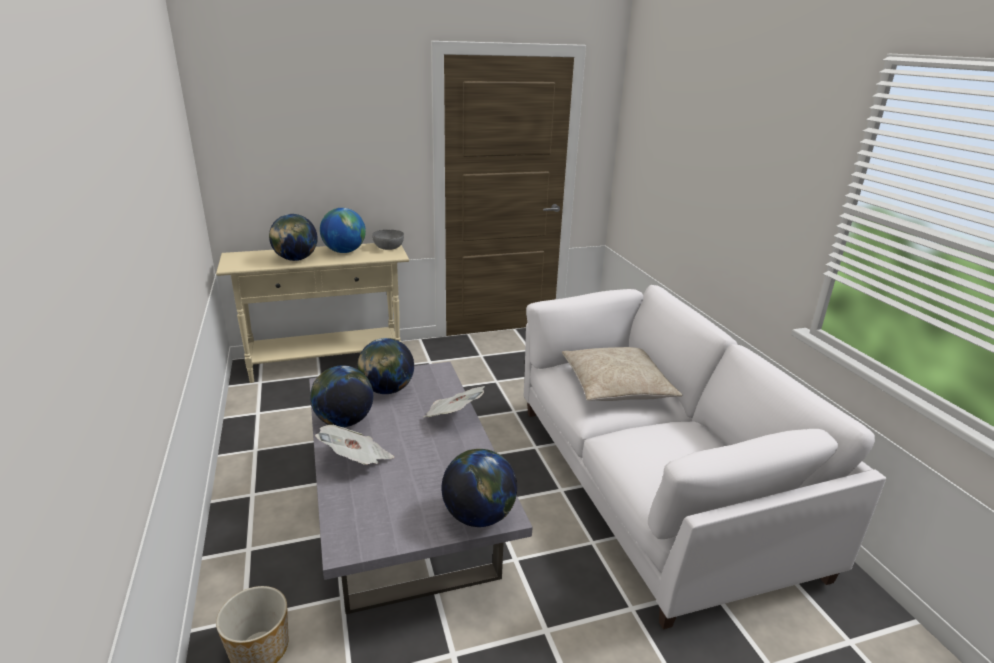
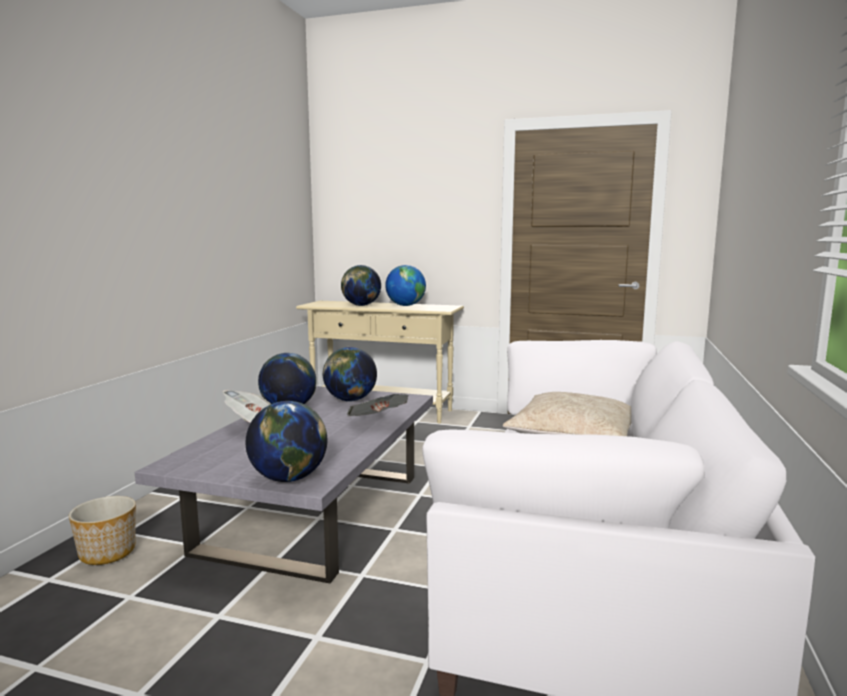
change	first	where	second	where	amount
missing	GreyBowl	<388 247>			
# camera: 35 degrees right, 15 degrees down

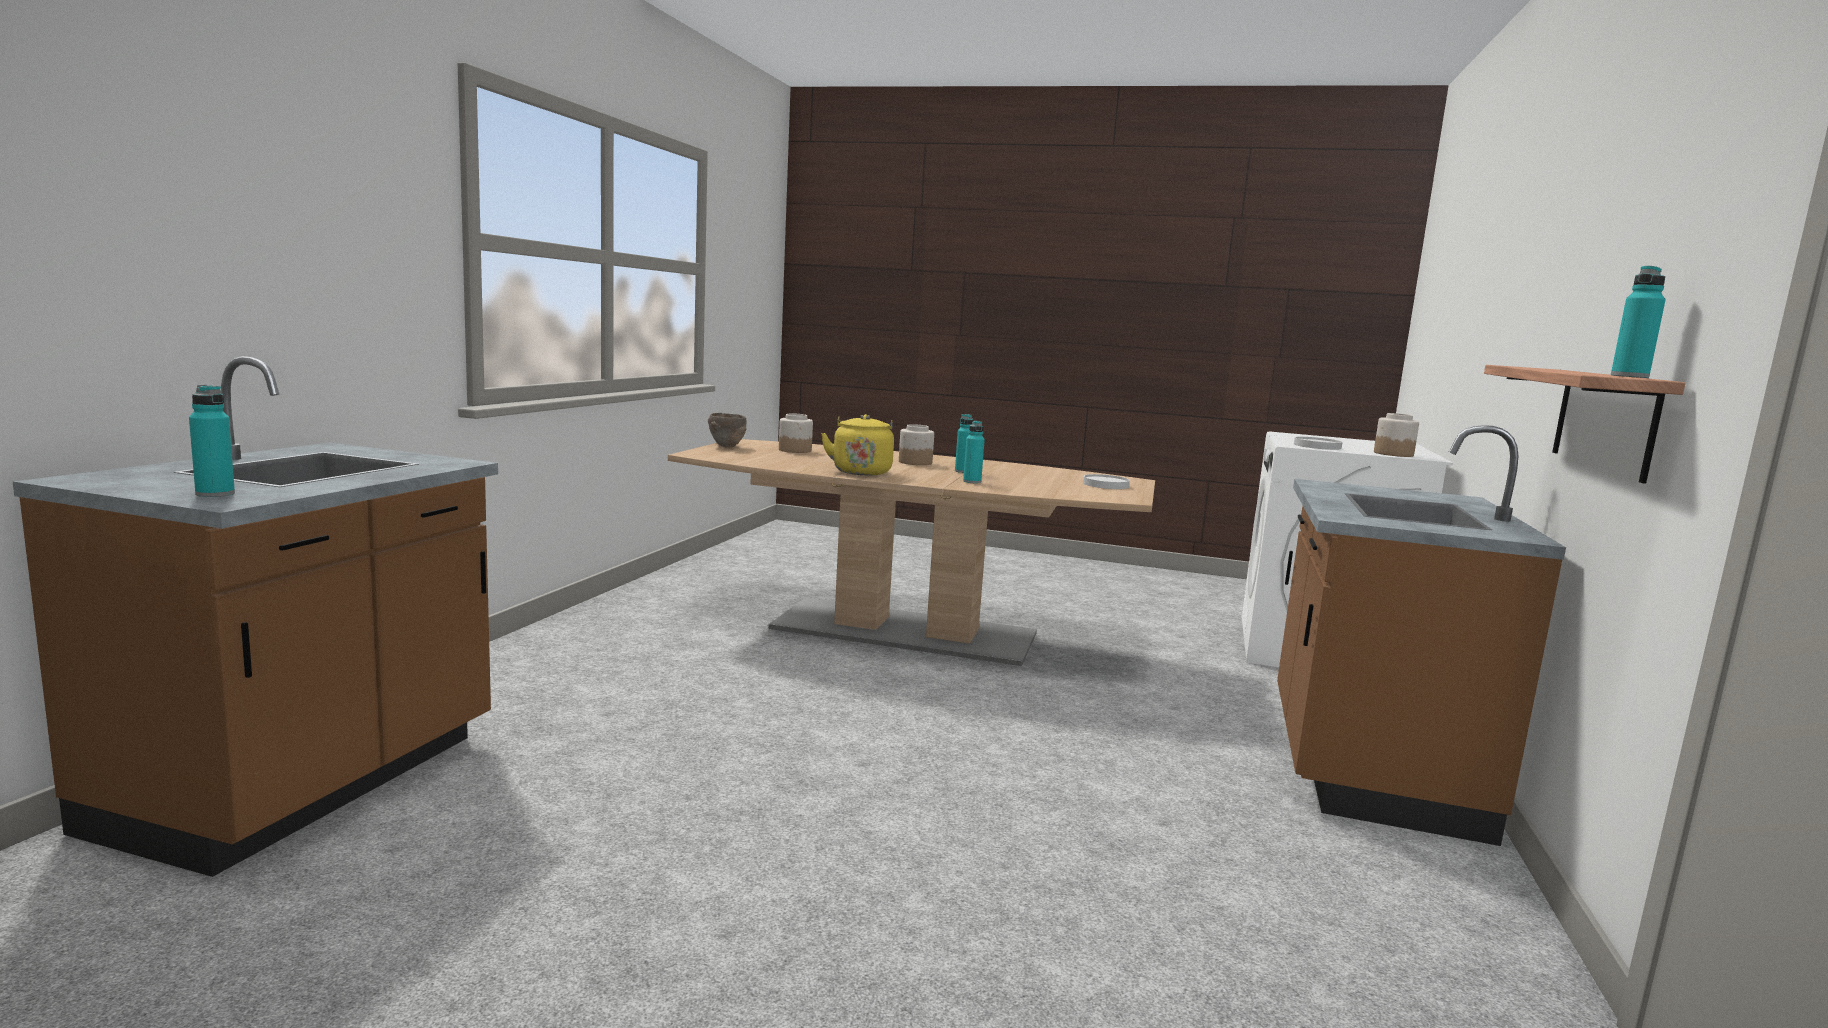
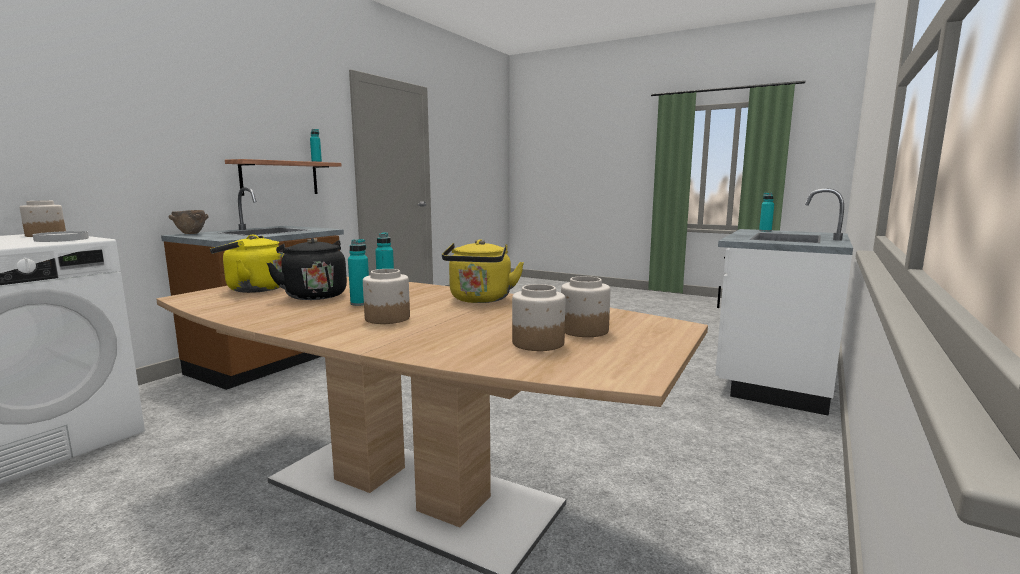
change	first	where	second	where	amount
colour	BrownCounter	<306 784>	WhiteCounter	<771 379>	
relocated	BrownBowl	<727 446>		<191 234>	
exchanged	WhitePlate	<1106 485>	YellowKettle	<253 289>	
appeared			BlackKettle	<314 295>	
appeared			Jar	<583 330>	
# camera: 165 degrees left, 0 degrees up

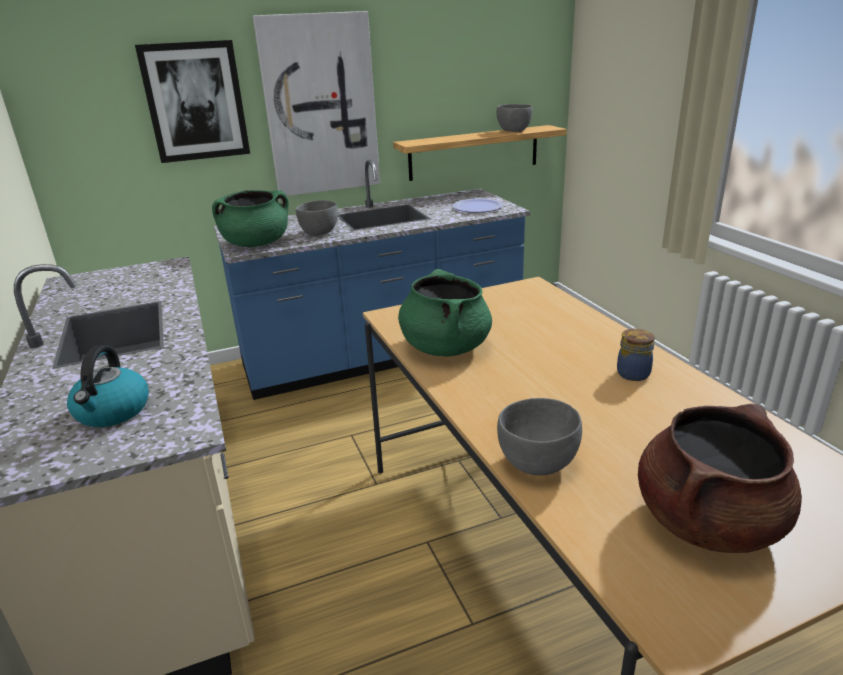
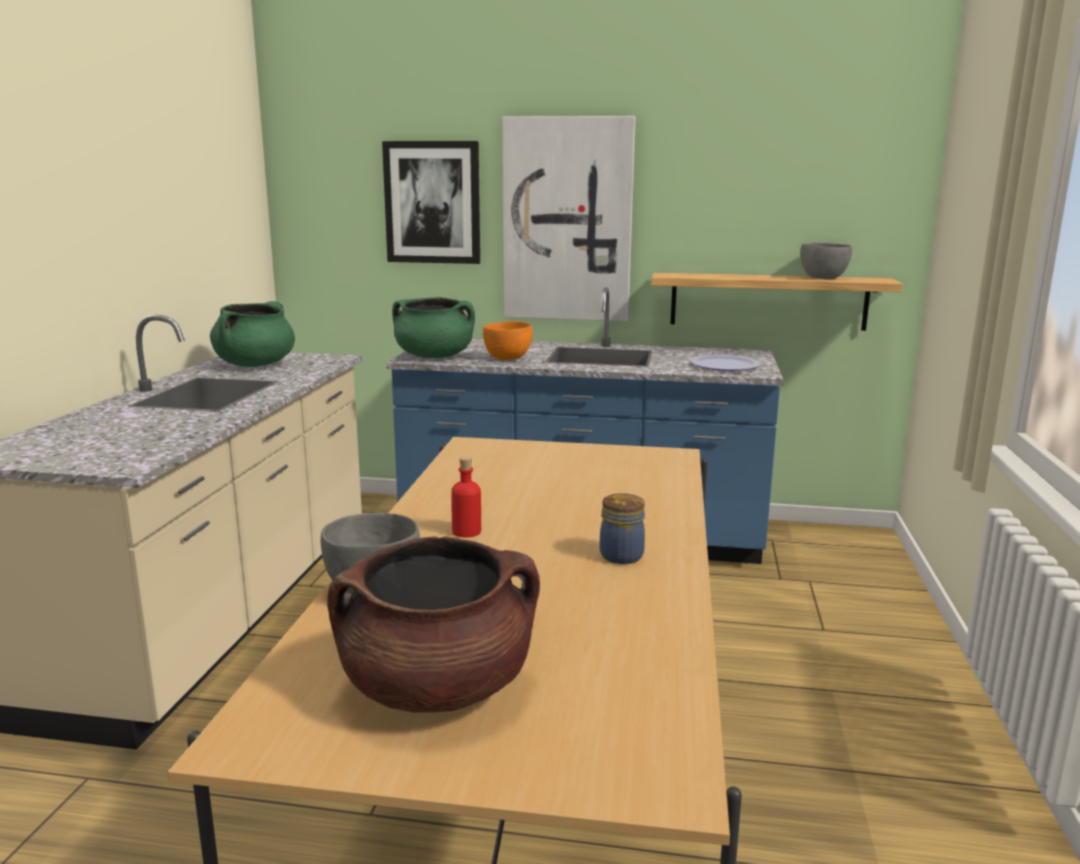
change	first	where	second	where	amount
colour	GreyBowl	<320 233>	OrangeBowl	<508 358>	
relocated	GreenCookingPot	<445 347>		<255 365>	
missing	Kettle	<113 412>			
appeared			RedBottle	<466 531>	
# camera: 30 degrees right, 10 degrees down

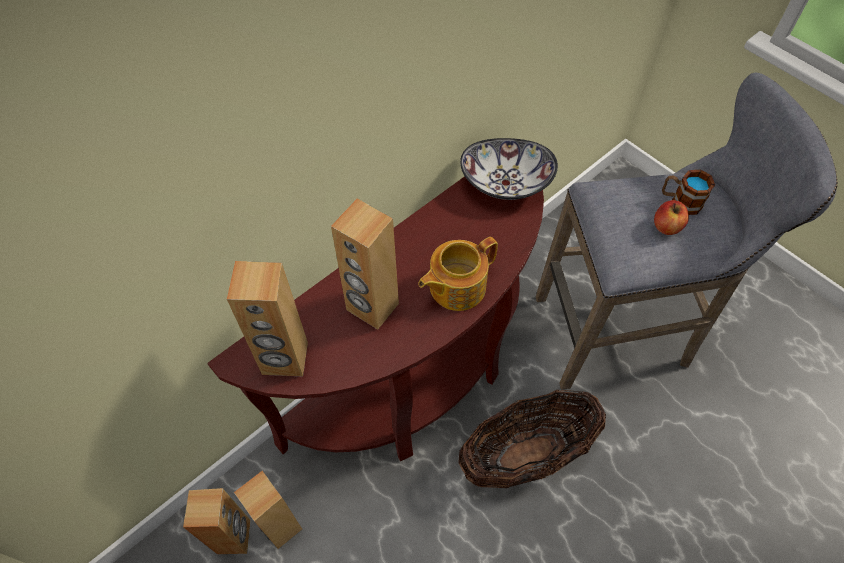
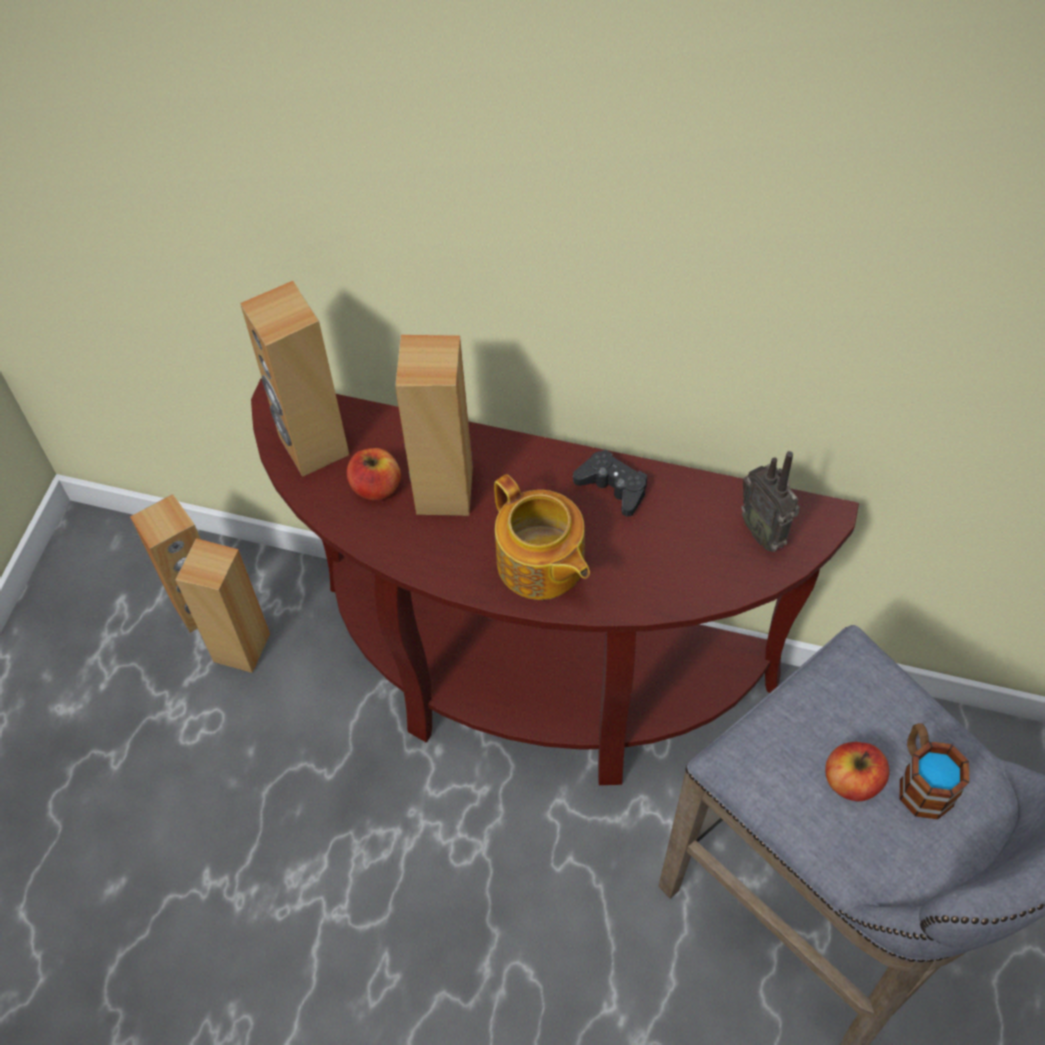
change	first	where	second	where	amount
exchanged	Bowl	<505 182>	Radio	<765 531>	
spun	Teapot	<455 286>		<541 564>	150 degrees counterclockwise
missing	Basket	<526 454>			
appeared			Apple	<376 486>	
appeared			BlackGameController	<613 487>	
# camera: 60 degrees right, 0 degrees up

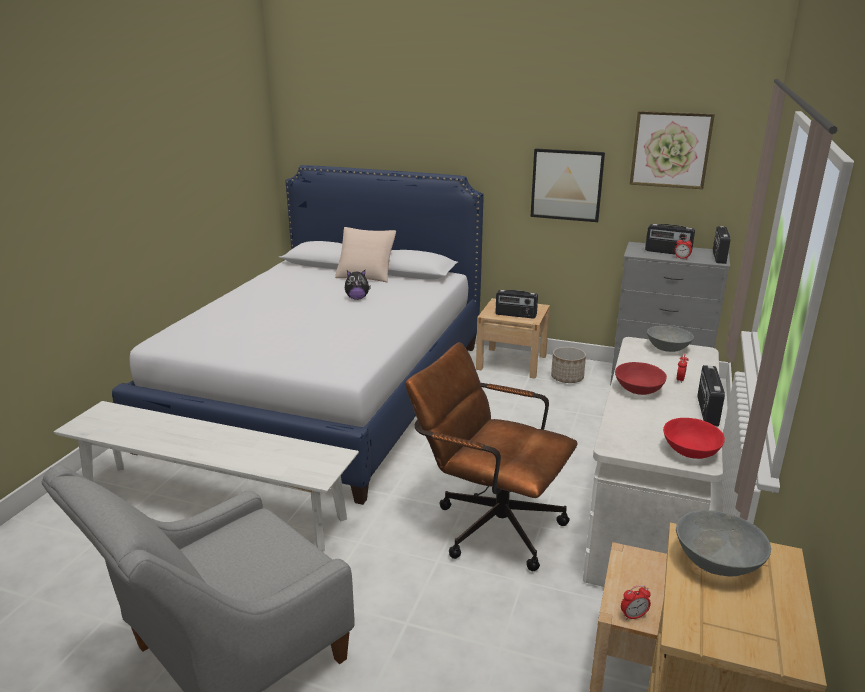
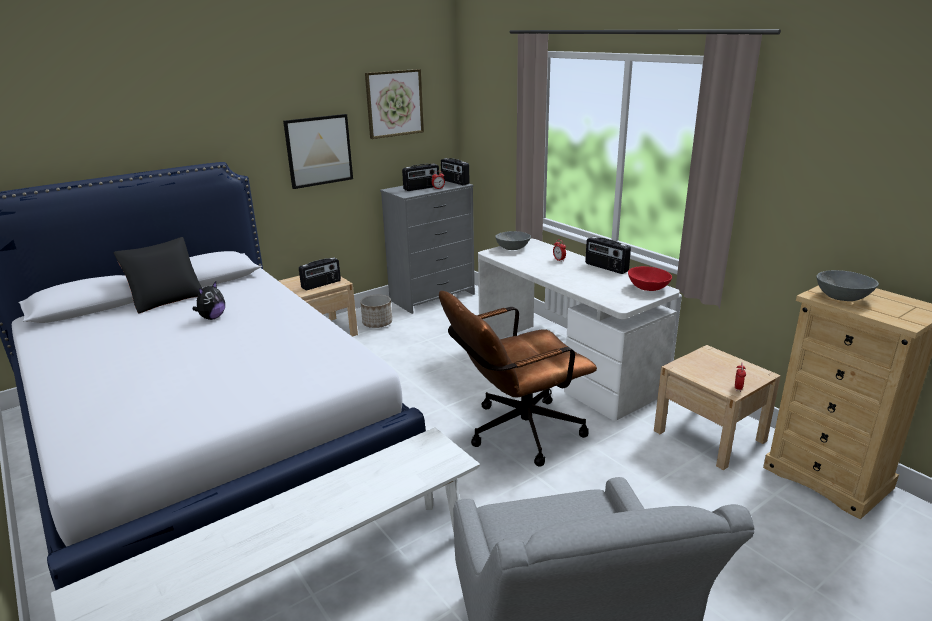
change	first	where	second	where	amount
colour	BeigePillow	<366 275>	BlackPillow	<167 298>	
missing	RedBowl	<638 389>			
# camera: 55 degrees left, 0 degrees up

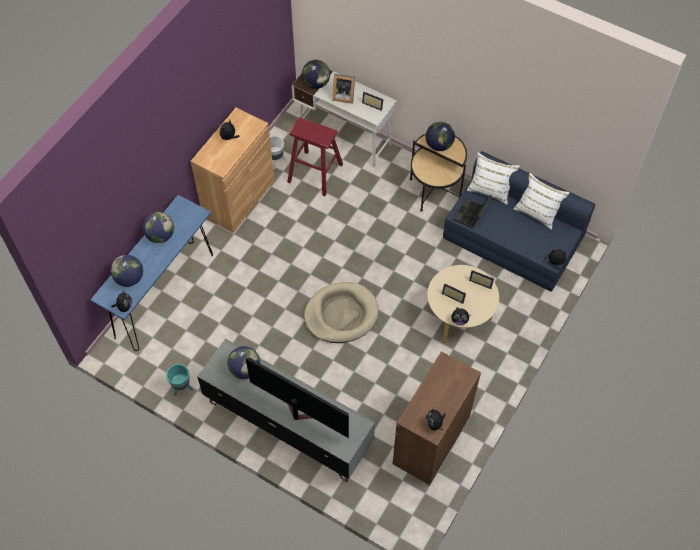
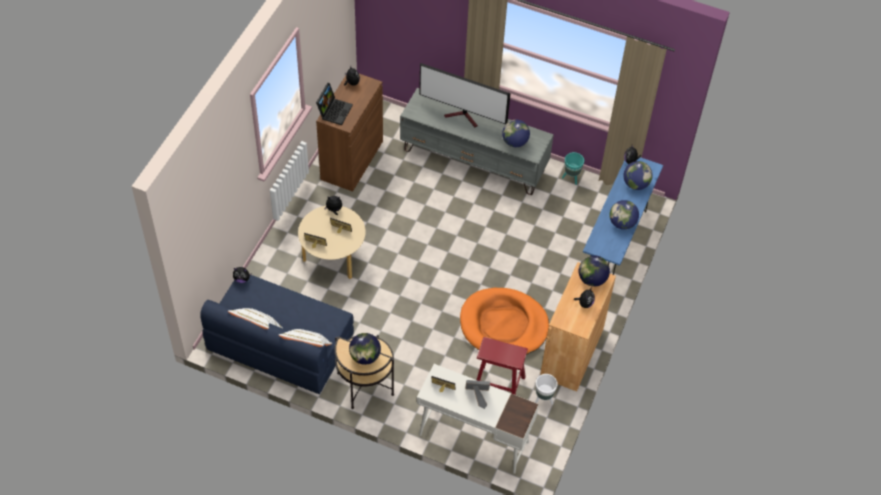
change	first	where	second	where	amount
relocated	Globe	<316 83>		<592 279>	
relocated	Laptop	<471 215>		<334 110>	
missing	BeigeDogBed	<341 314>			
appeared			OrangeDogBed	<503 325>	
# camera: 170 degrees right, 5 degrees down

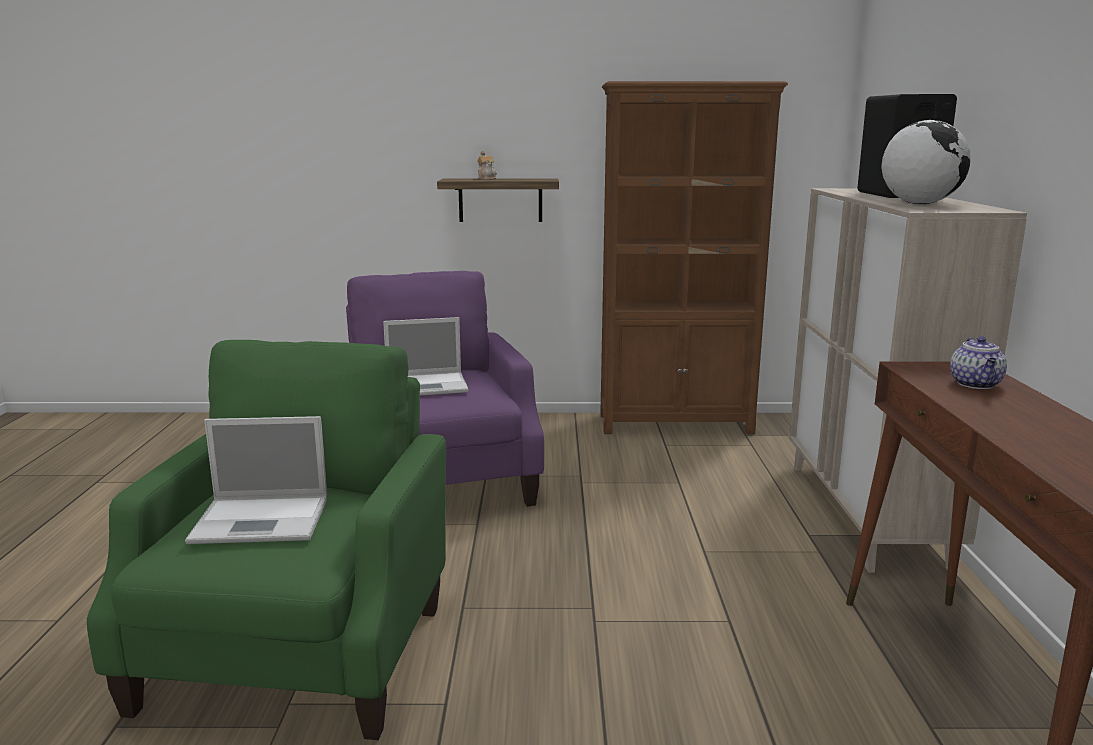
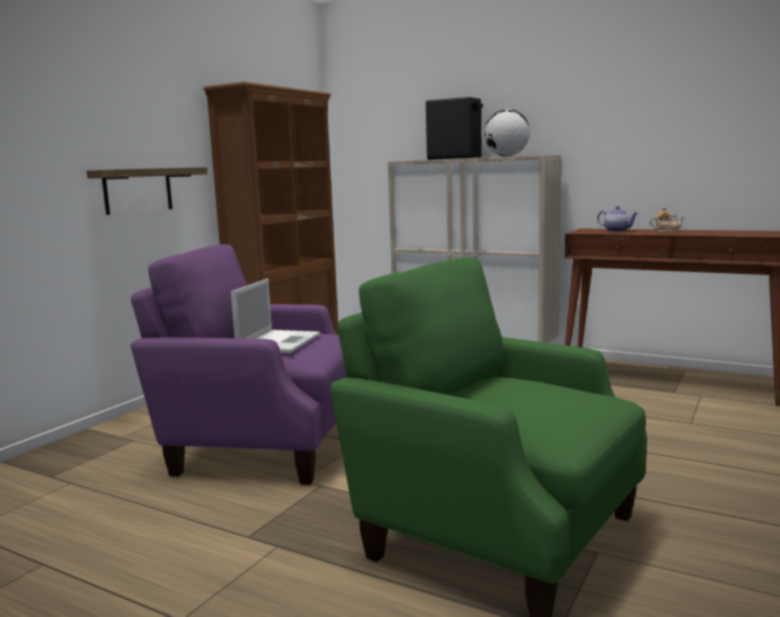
change	first	where	second	where	amount
relocated	Teapot	<487 179>		<666 231>	
missing	Laptop	<263 520>			
# camera: 60 degrees left, 5 degrees down

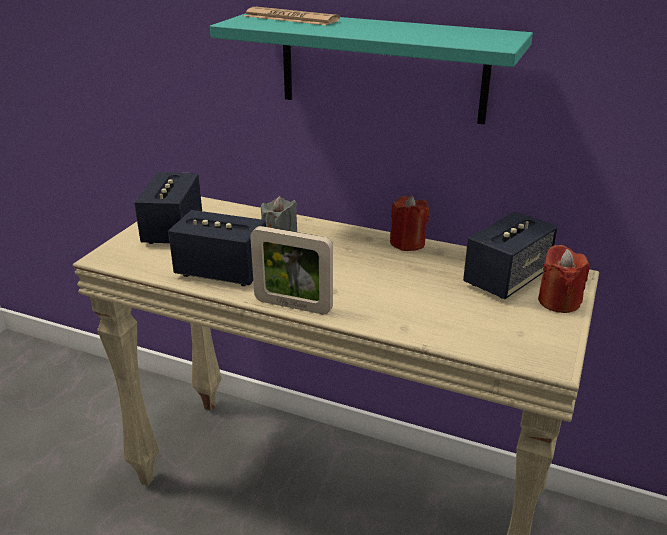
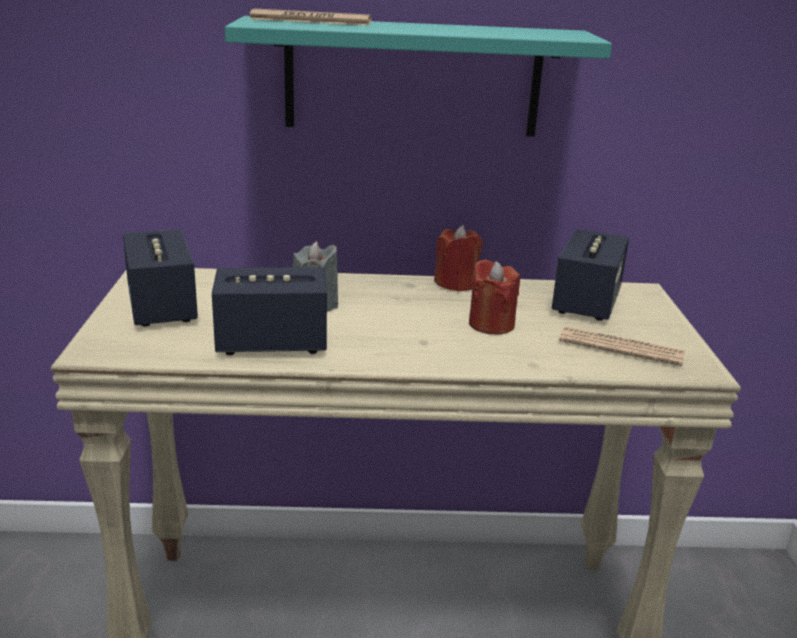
change	first	where	second	where	amount
missing	PictureFrame	<293 305>			
relocated	RedCandle	<558 301>		<491 324>	
appeared			Newspaper	<621 348>	
# camera: 25 degrees left, 5 degrees down

